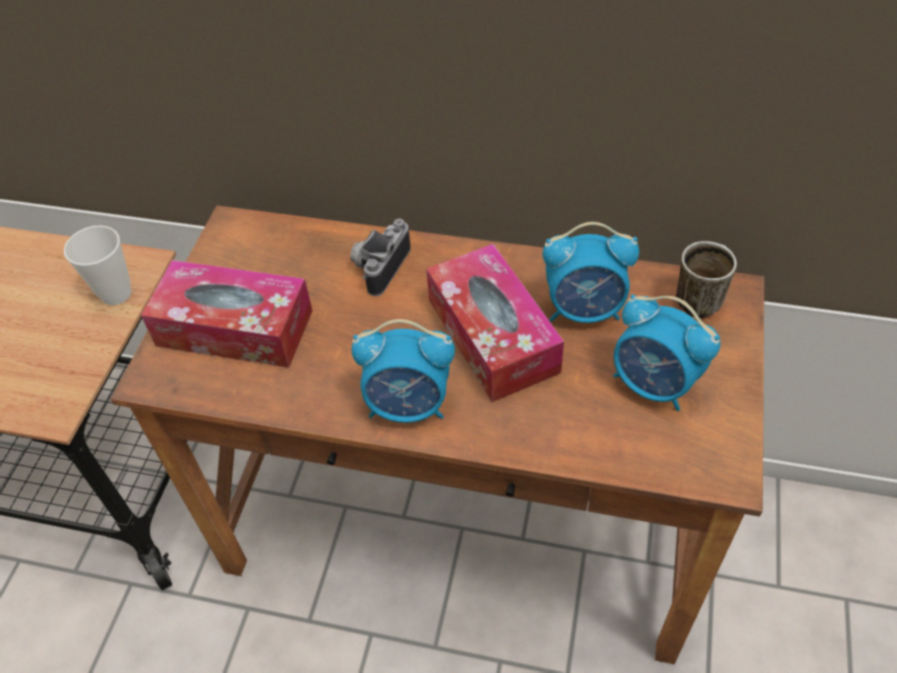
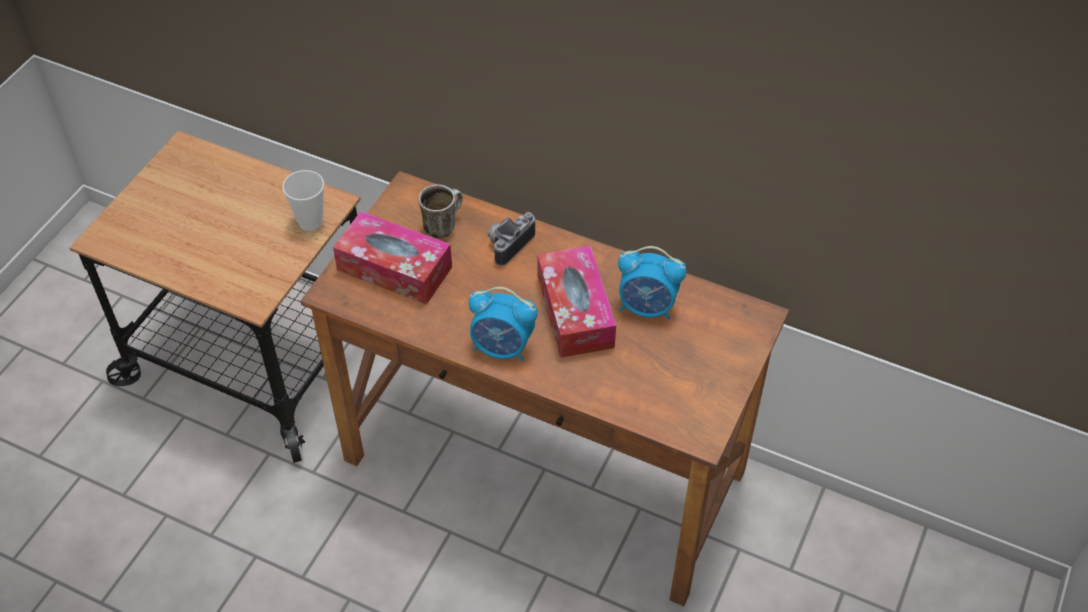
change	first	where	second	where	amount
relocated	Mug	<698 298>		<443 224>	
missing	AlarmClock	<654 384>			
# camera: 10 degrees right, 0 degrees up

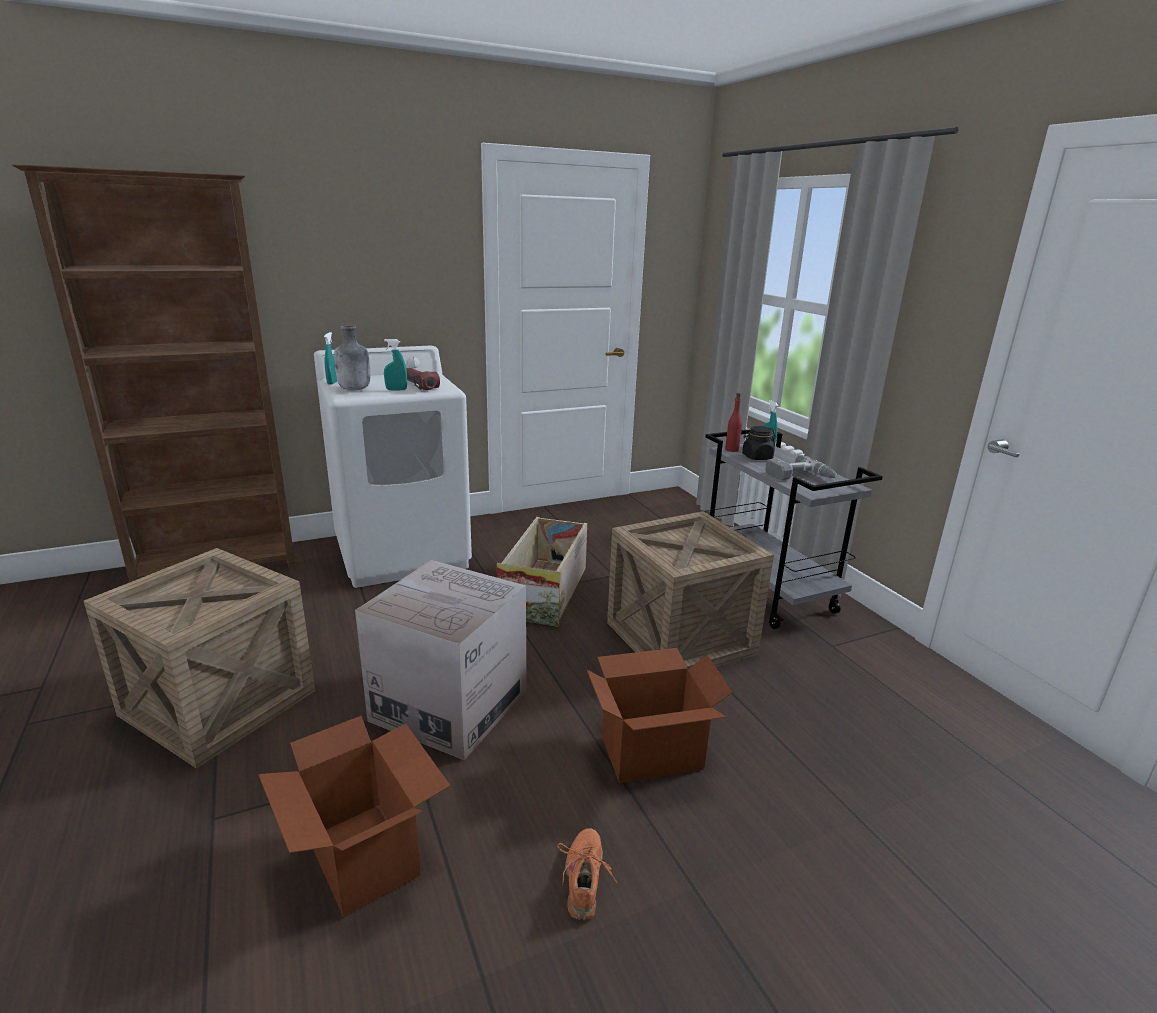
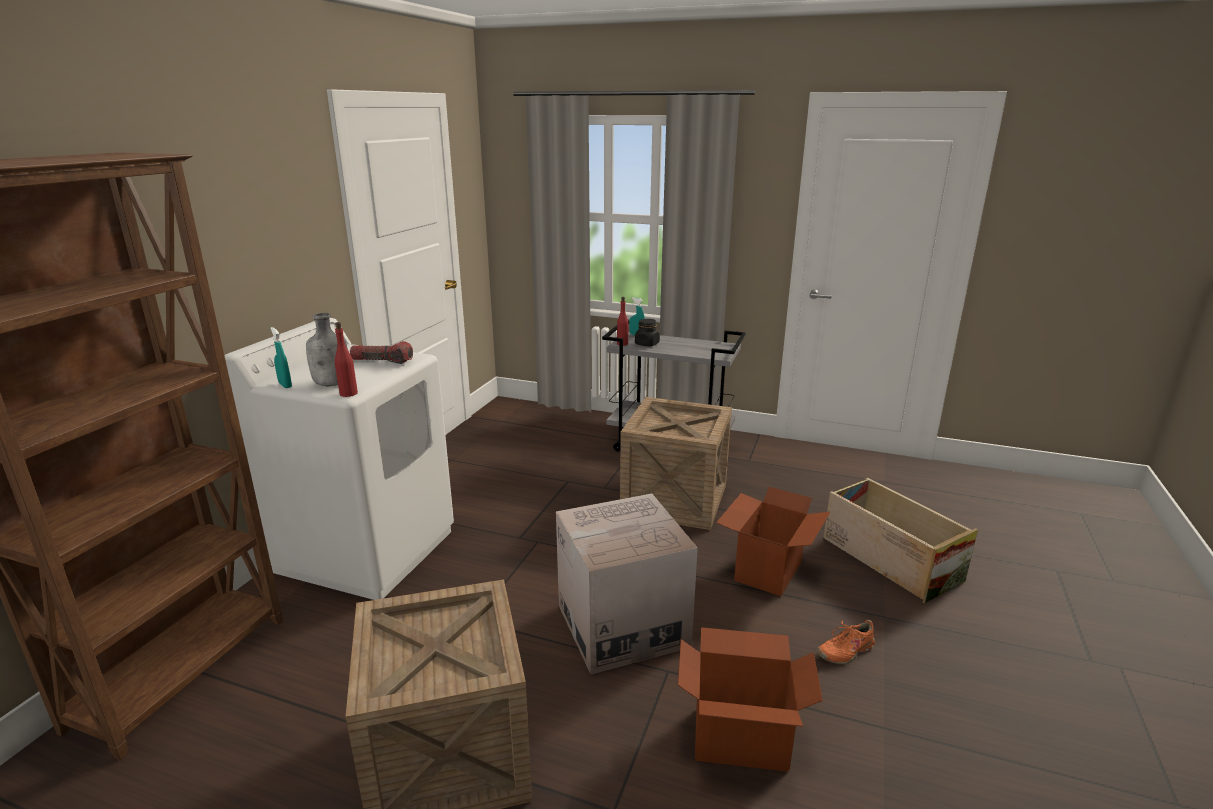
change	first	where	second	where	amount
missing	TurquoiseSprayBottle	<396 390>			
missing	PowerDrill	<800 477>			
relocated	Crate	<545 590>		<889 559>	
spun	OrangeShoe	<585 879>		<845 650>	75 degrees counterclockwise
appeared			RedBottle	<348 393>	
# camera: 45 degrees left, 0 degrees up

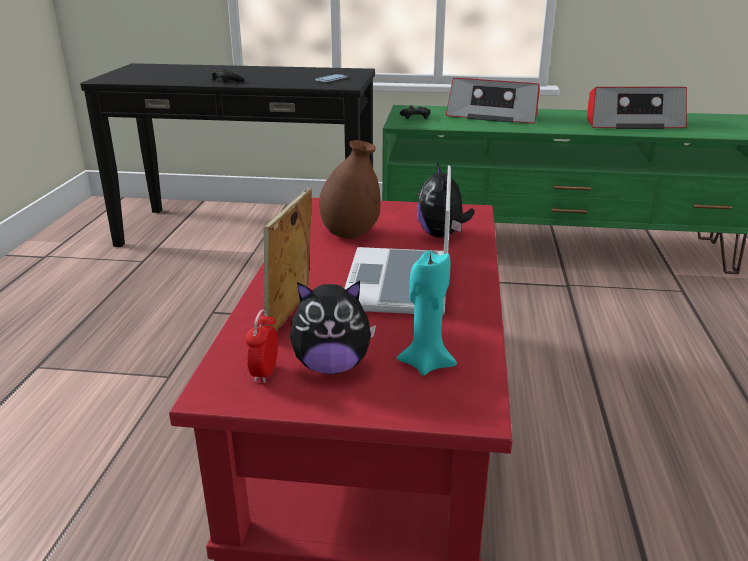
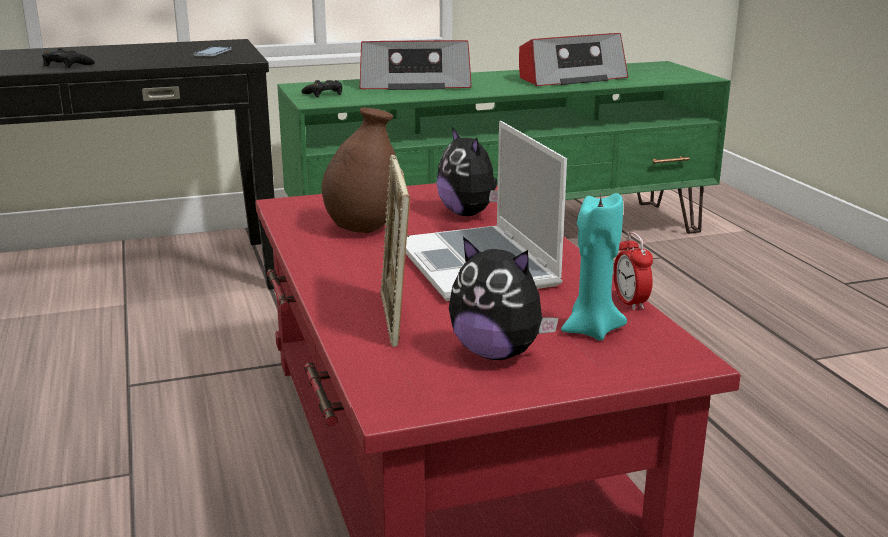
change	first	where	second	where	amount
spun	PlushToy	<332 366>		<497 353>	60 degrees clockwise
relocated	AlarmClock	<264 373>		<630 302>	
# camera: 25 degrees left, 5 degrees down

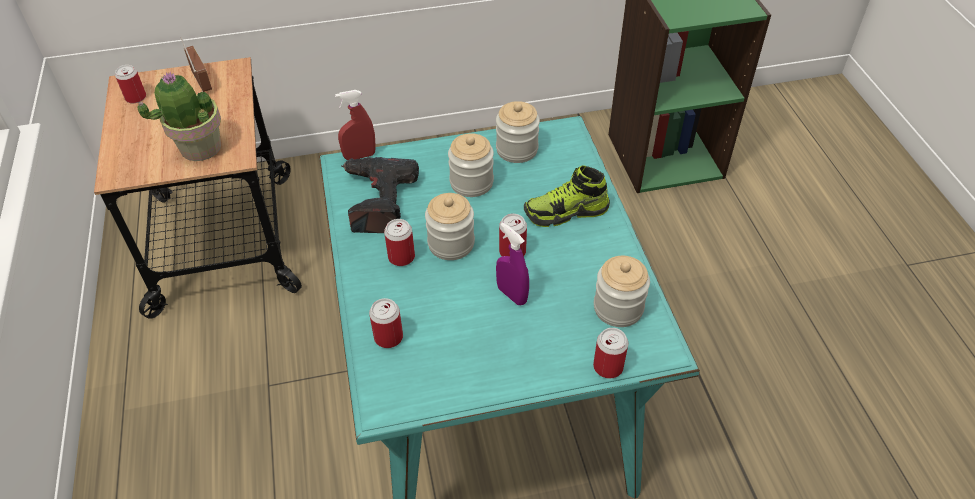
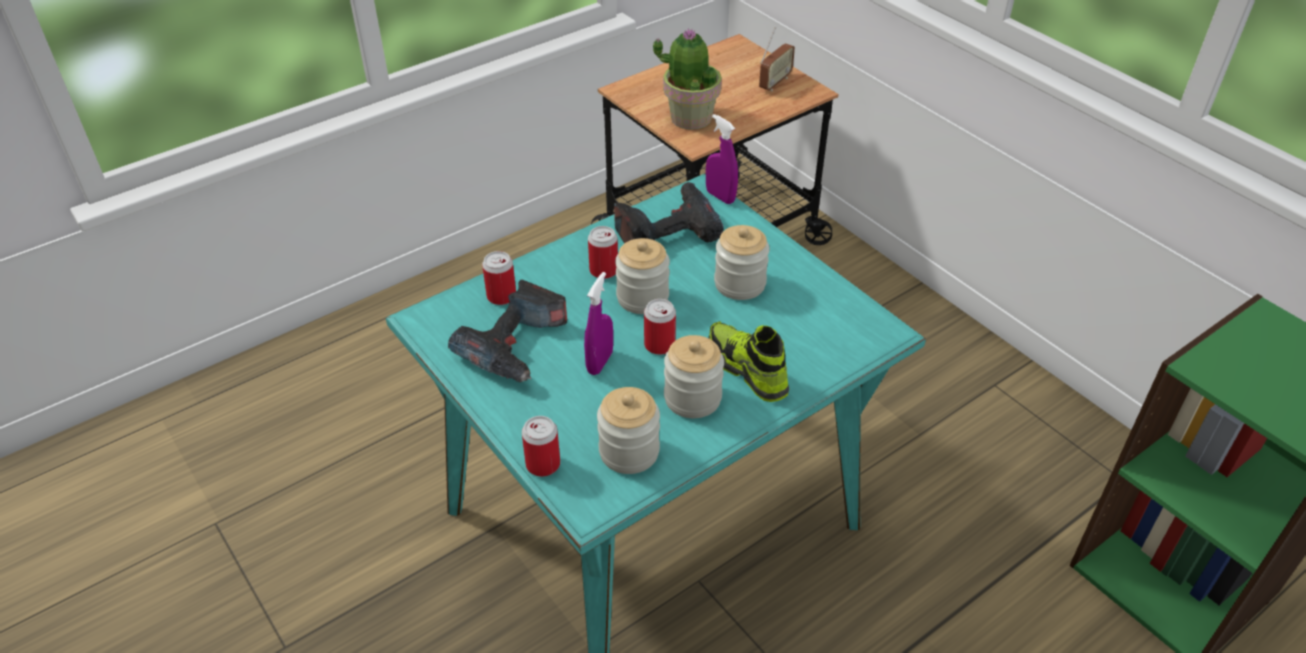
change	first	where	second	where	amount
missing	Can	<136 97>			
colour	RedSprayBottle	<359 156>	PurpleSprayBottle	<720 196>	
relocated	Jar	<517 149>		<692 398>	
appeared			PowerDrill	<517 346>	
# camera: 65 degrees right, 5 degrees down

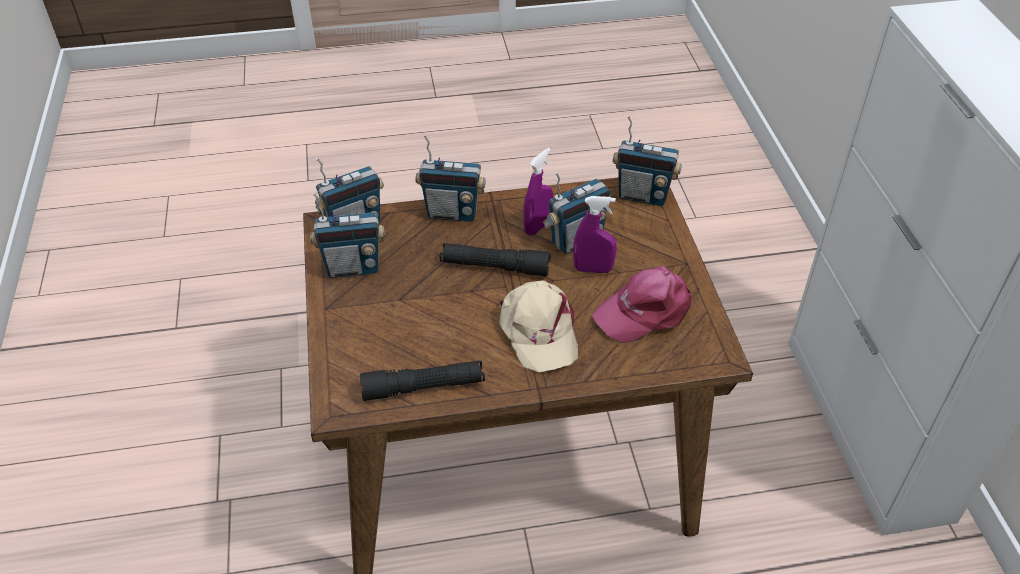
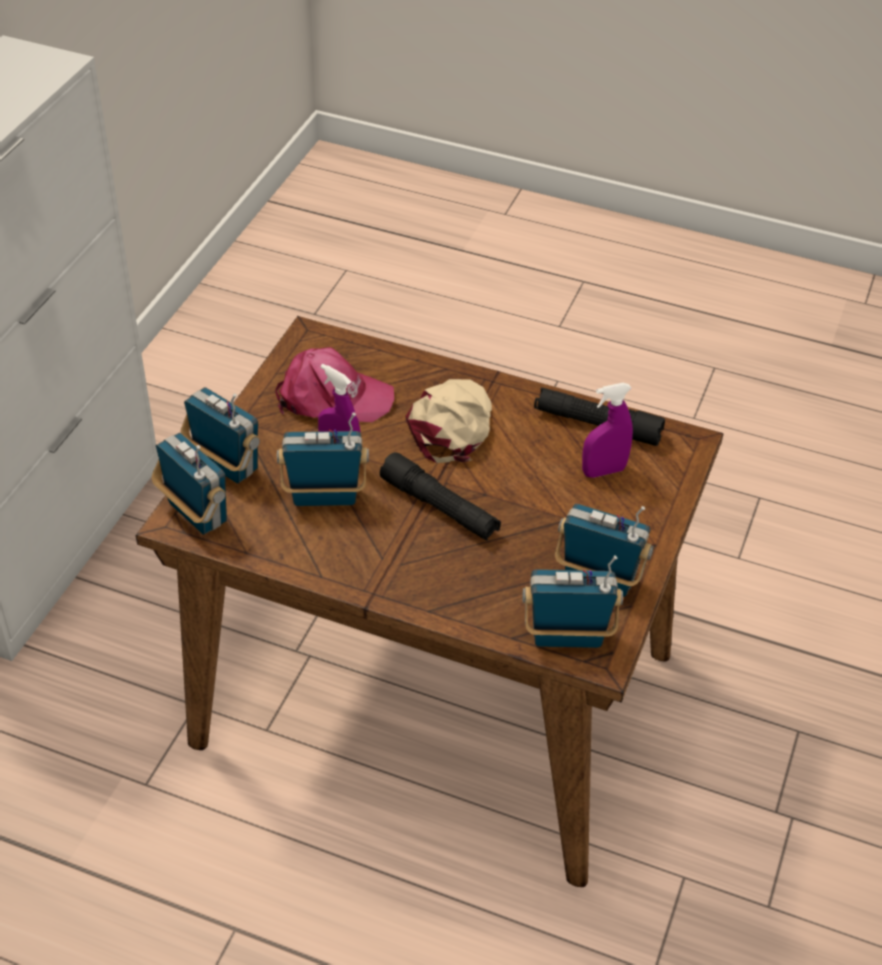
change	first	where	second	where	amount
relocated	Radio	<452 213>		<225 465>	
relocated	PurpleSprayBottle	<537 227>		<603 471>	
# camera: 150 degrees left, 0 degrees up

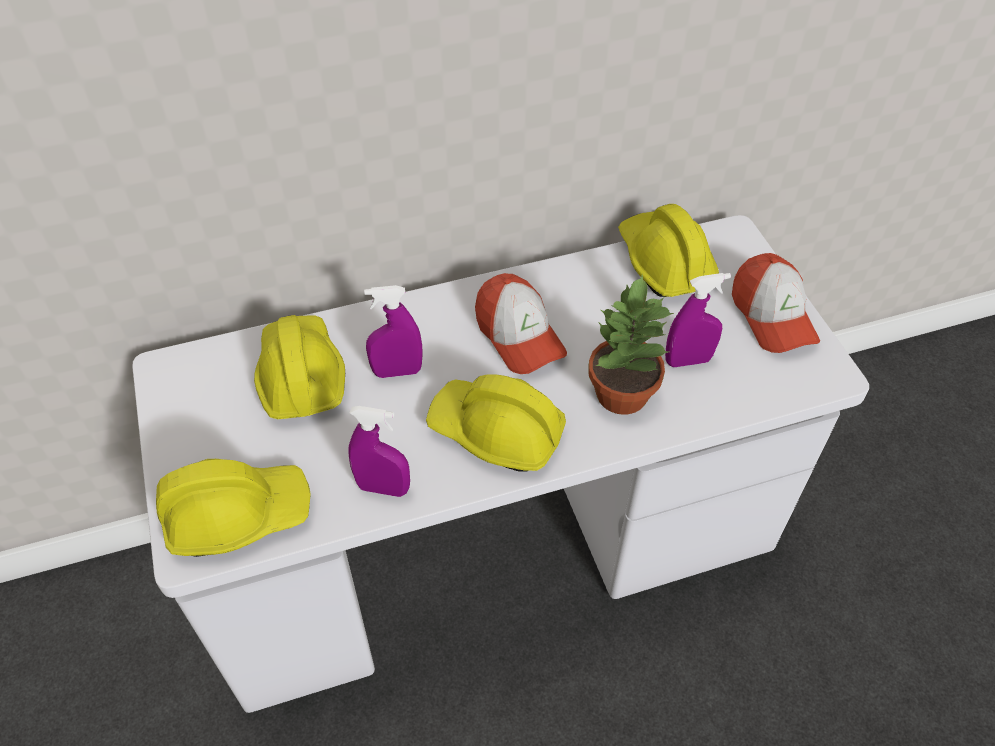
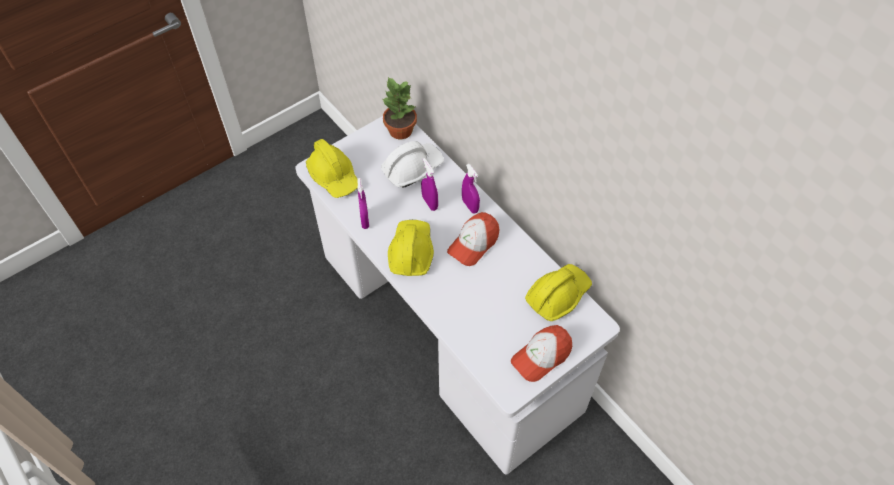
change	first	where	second	where	amount
relocated	PurpleSprayBottle	<688 360>		<470 206>	
relocated	PottedPlant	<621 395>		<400 130>	
colour	YellowHardHat	<300 375>	WhiteHardHat	<412 168>	
# camera: 70 degrees right, 5 degrees up

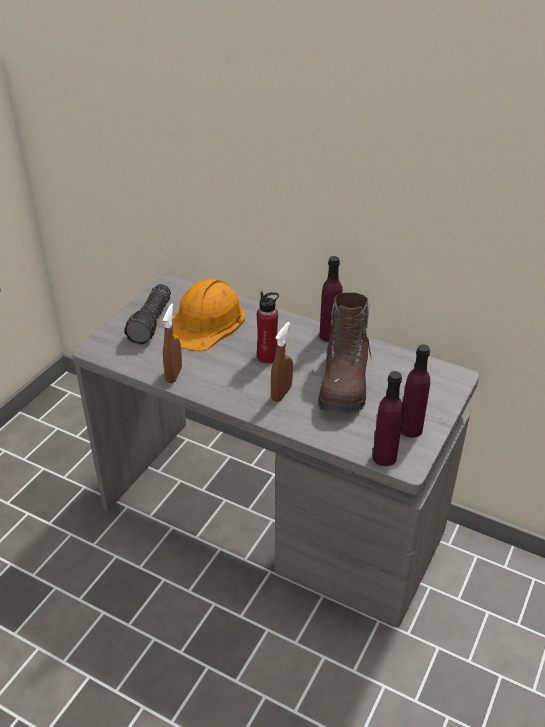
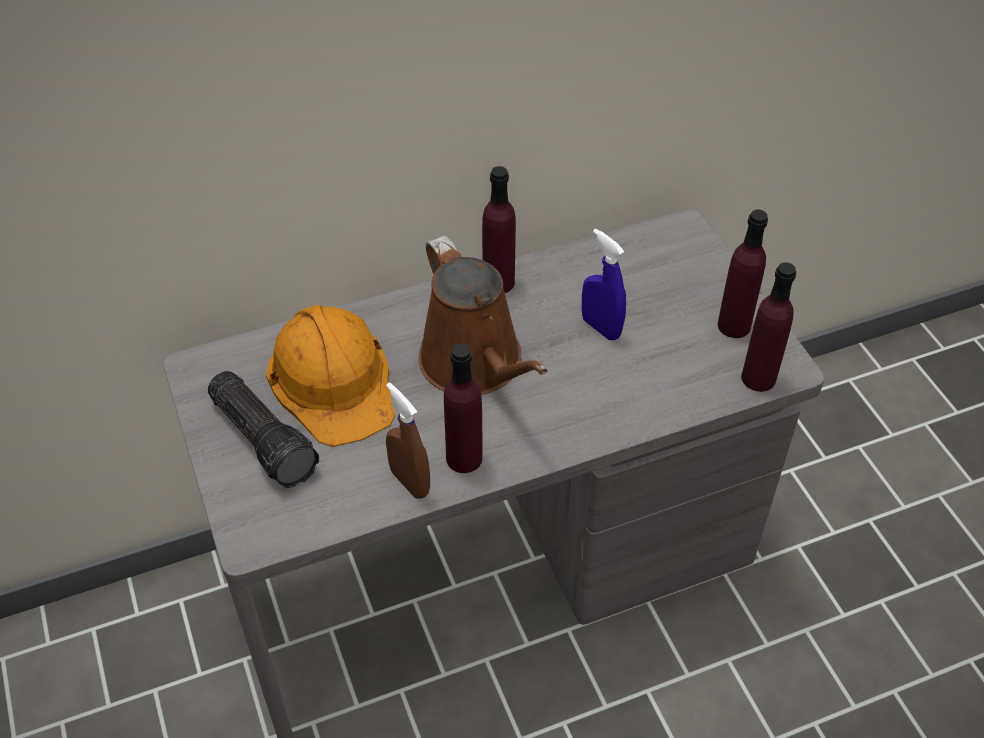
change	first	where	second	where	amount
exchanged	RedBottle	<267 357>	BrownWateringCan	<476 365>	
exchanged	BrownBoot	<344 383>	BlueSprayBottle	<600 328>	
missing	BrownSprayBottle	<281 393>			
appeared			PurpleBottle	<464 458>	
# camera: 50 degrees left, 10 degrees up

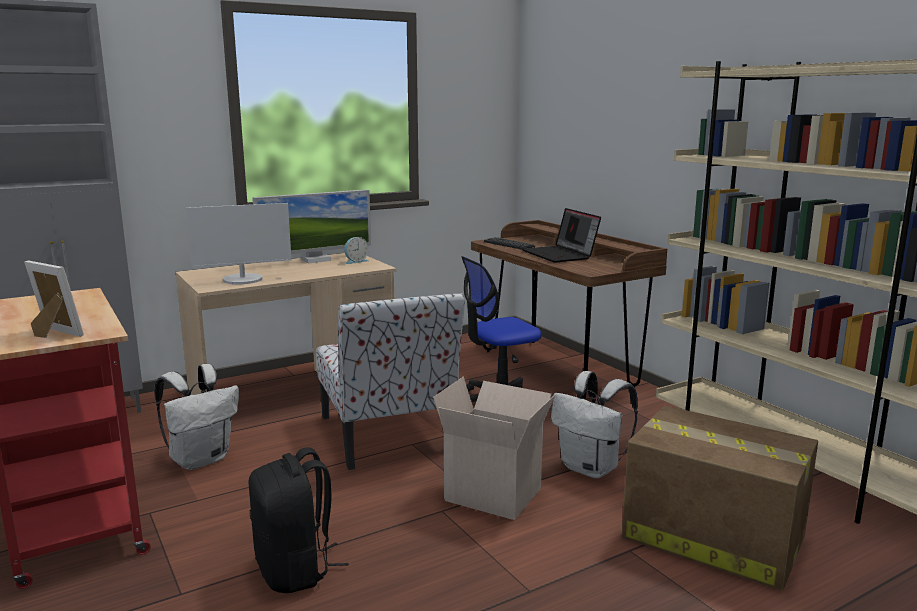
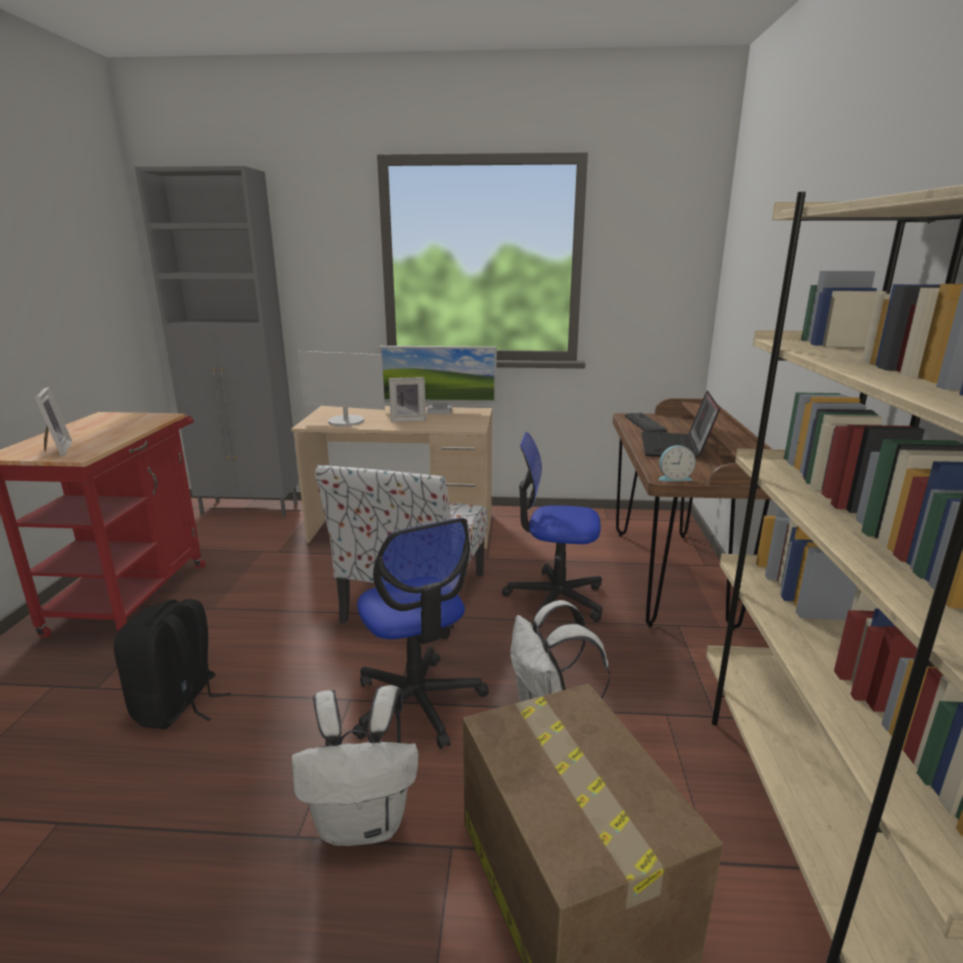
change	first	where	second	where	amount
relocated	AlarmClock	<355 261>		<674 478>	
relocated	WhiteBackpack	<201 459>		<364 822>	
exchanged	CardboardBox	<495 494>	OfficeChair	<417 703>	
appeared			PictureFrame	<408 419>	
# camera: 35 degrees right, 5 degrees up

